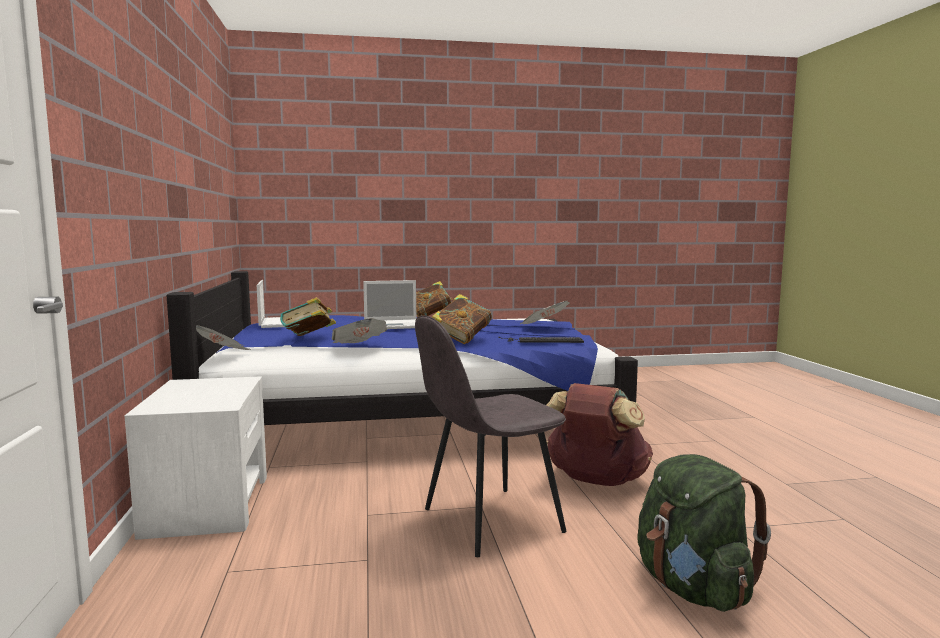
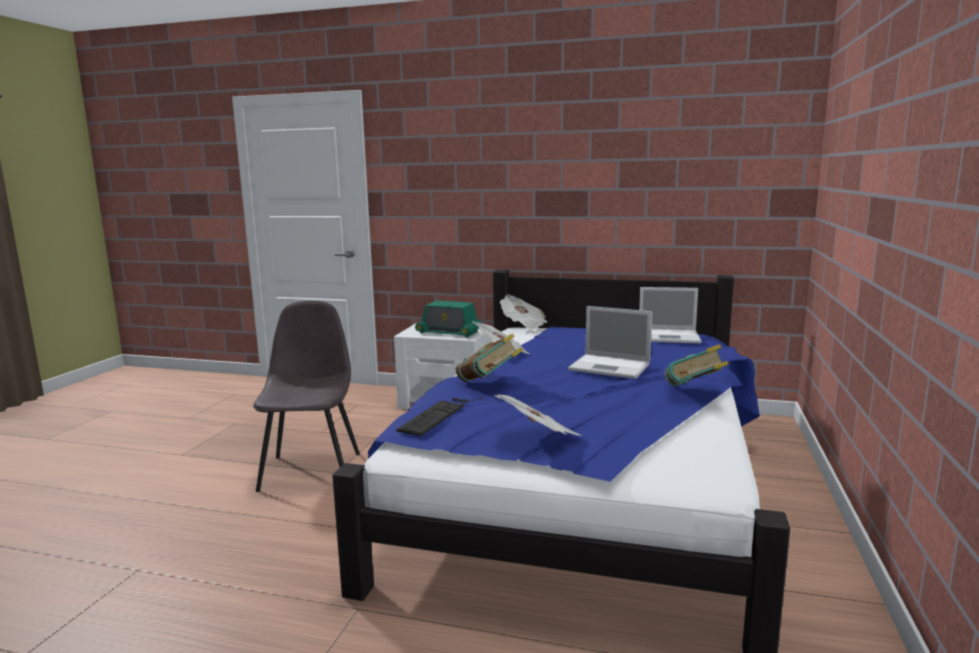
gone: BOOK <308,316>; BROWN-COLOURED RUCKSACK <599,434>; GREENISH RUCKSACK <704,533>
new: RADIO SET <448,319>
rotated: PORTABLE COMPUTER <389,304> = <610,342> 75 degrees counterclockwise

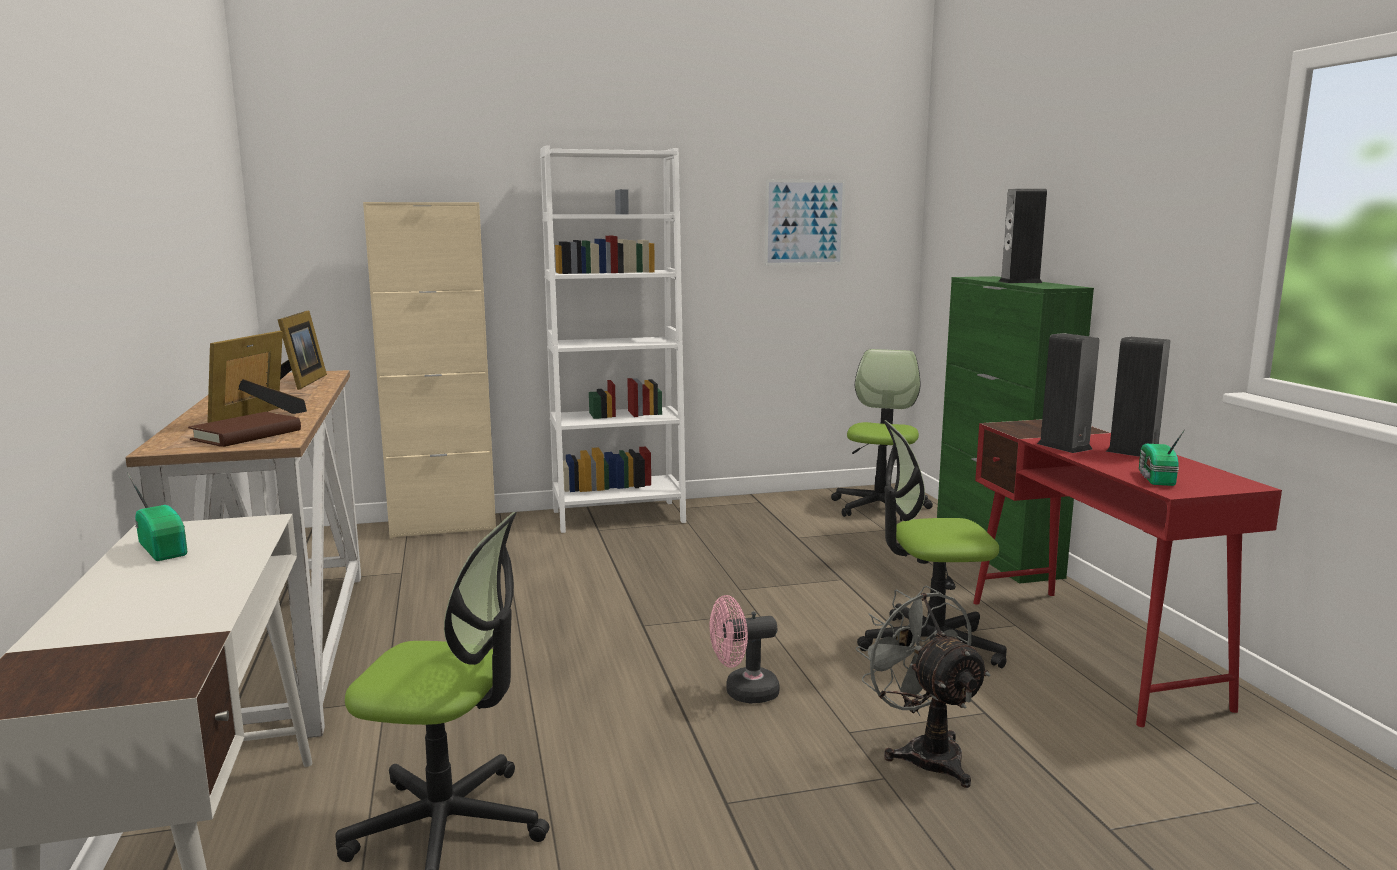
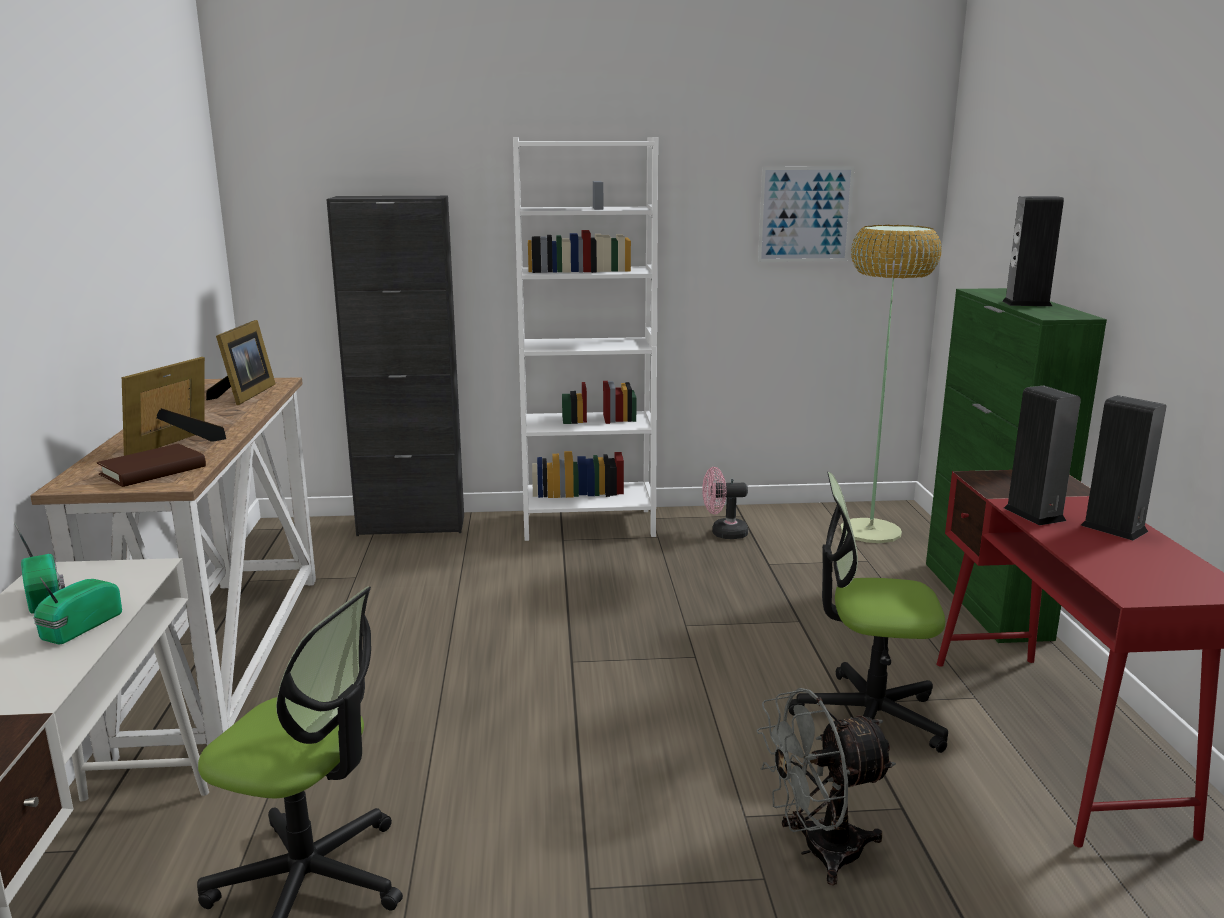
shifted: PINK-COLOURED COOLING FAN <745,649> to <725,503>; RADIO SET <1162,457> to <77,610>
swapped: DESK CHAIR <882,435> to STANDING LAMP <891,384>
repainted: BEIGE STORAGE CABINET <429,370> to BLACK-COLOURED STORAGE CABINET <395,366>
rotated: GREYISH COOLING FAN <923,686> = <826,786> 90 degrees counterclockwise

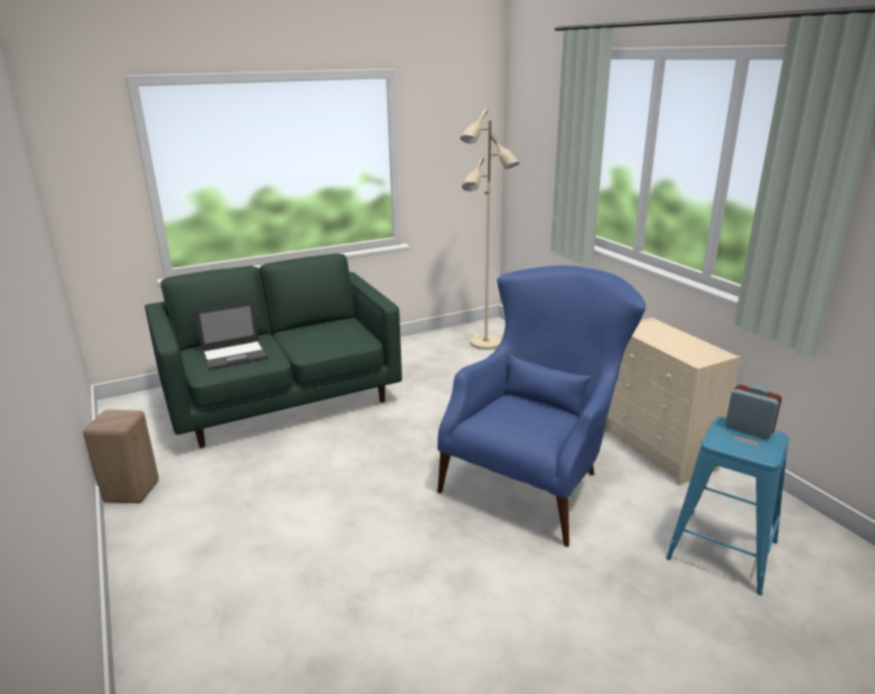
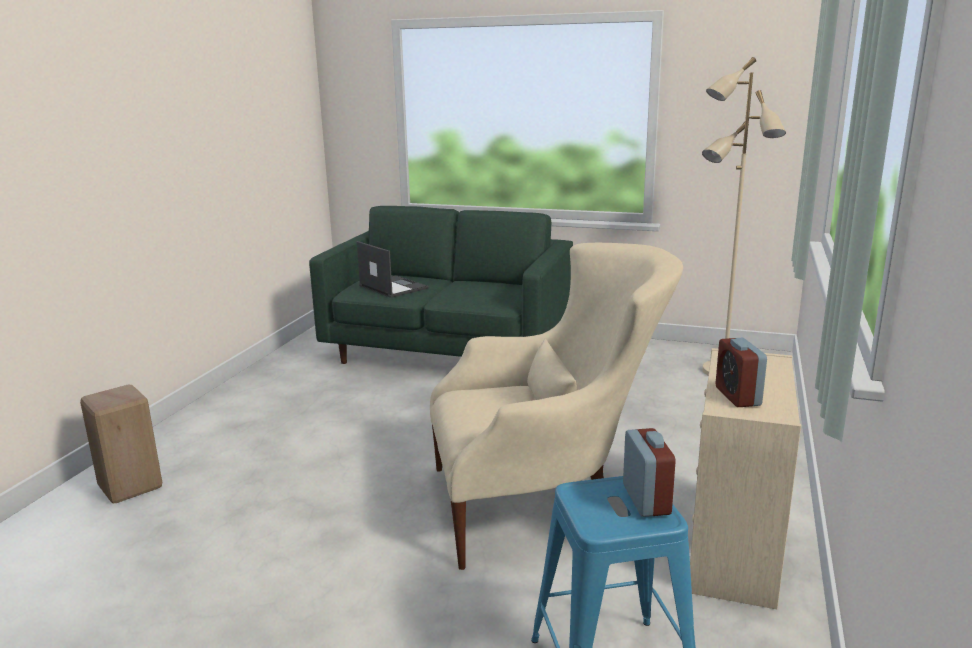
new: ALARM CLOCK <741,372>
shifted: BEIGE STOOL SEAT <121,456> to <121,443>
repainted: BLUE-COLOURED EASY CHAIR <541,406> to BEIGE EASY CHAIR <556,406>
rotated: PORTABLE COMPUTER <231,335> = <393,269> 150 degrees counterclockwise

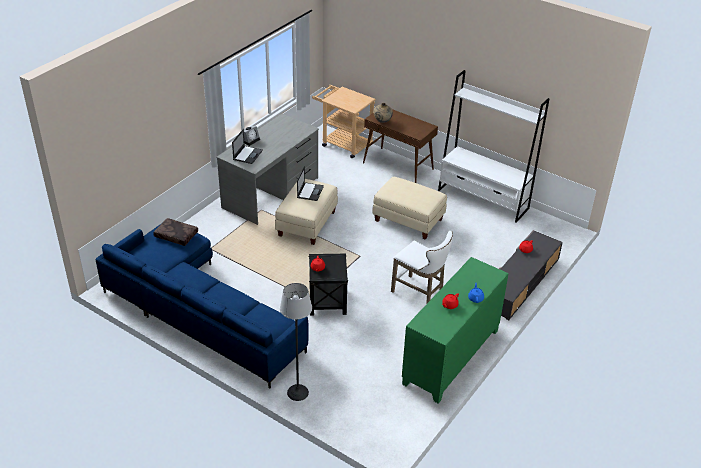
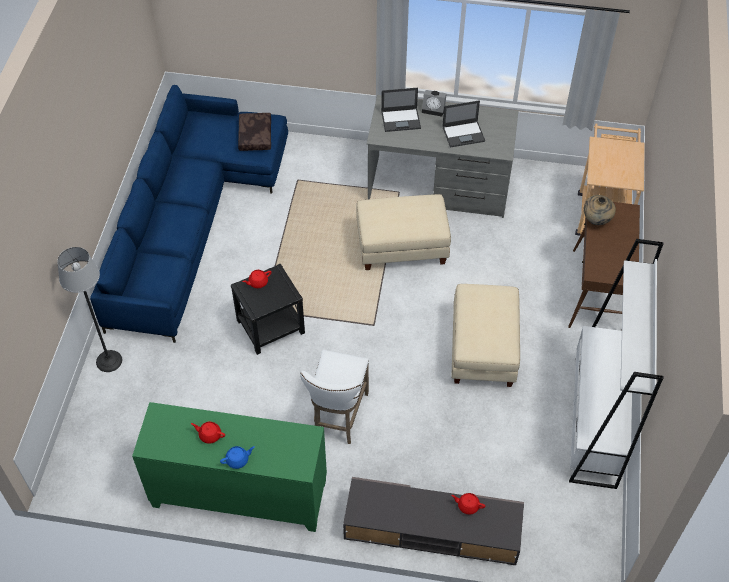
shifted: PORTABLE COMPUTER <310,183> to <463,124>

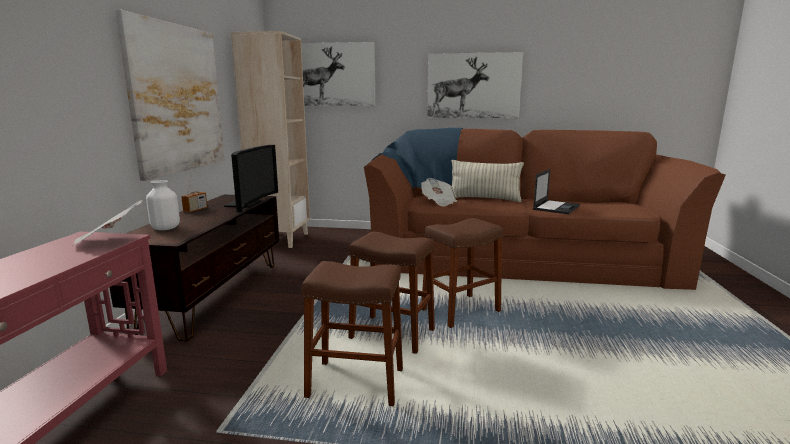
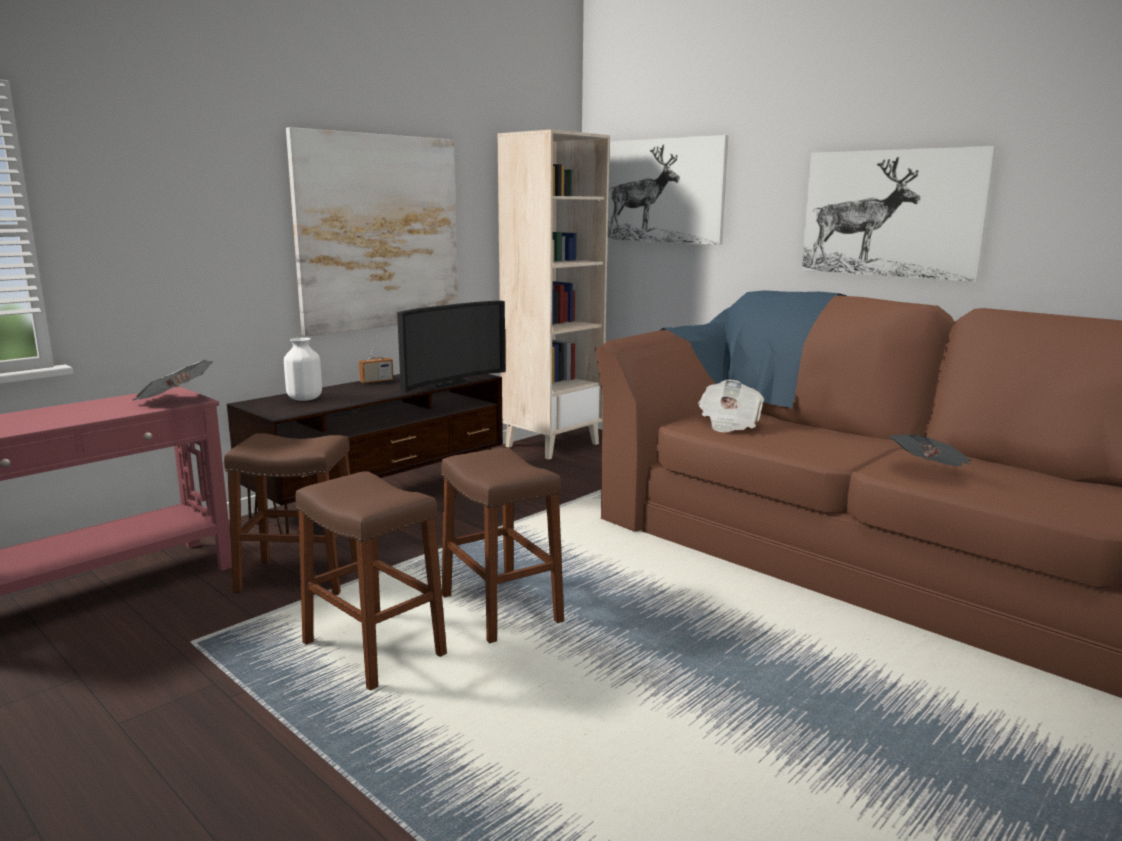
gone: CUSHION <488,181>
shifted: BROWN-COLOURED STOOL SEAT <462,273> to <290,514>
swapped: PORTABLE COMPUTER <556,191> to NEWSPAPER <929,450>

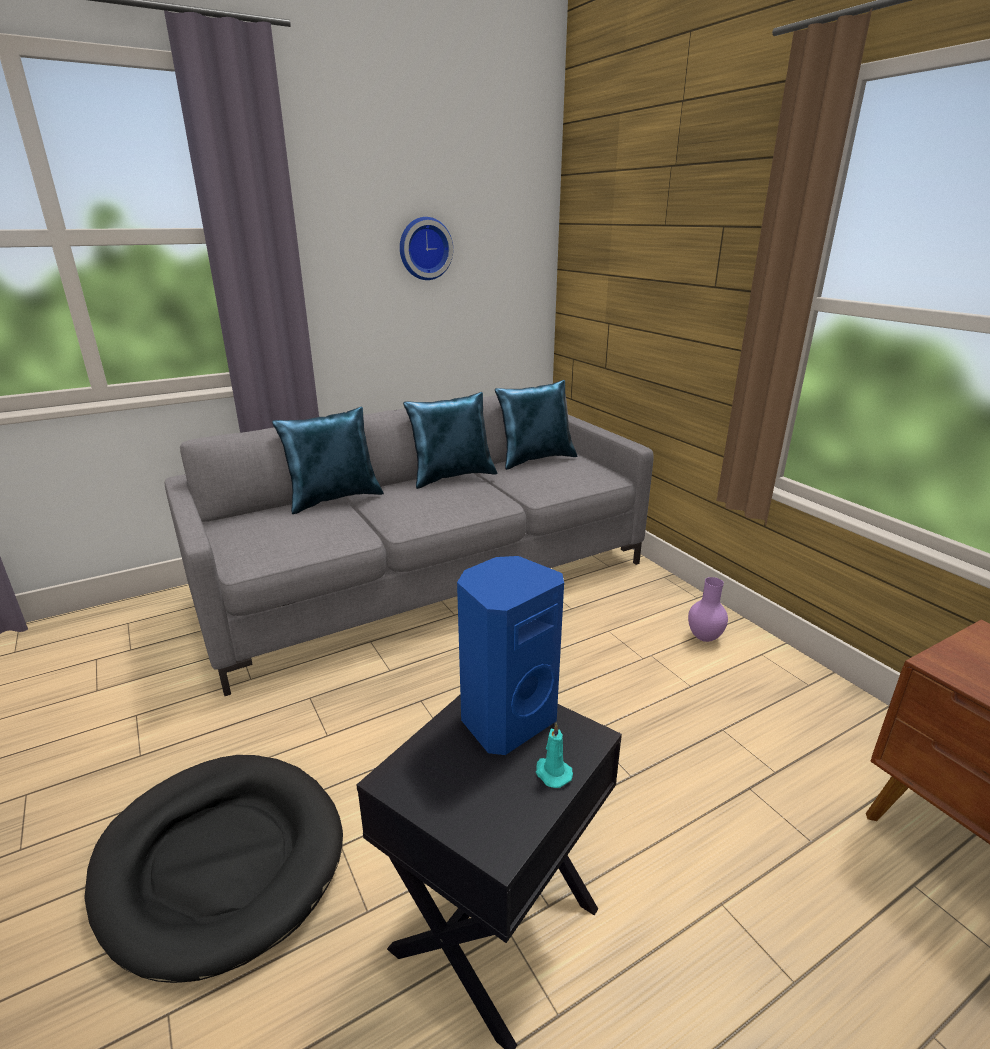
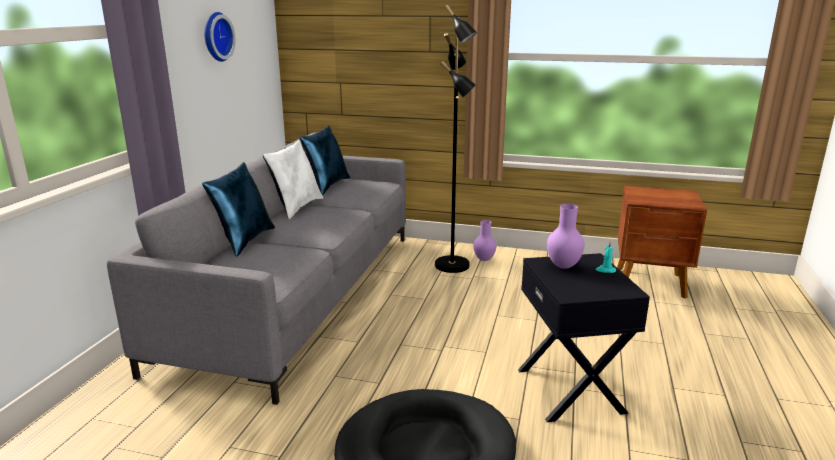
new: BLACK-COLOURED STANDING LAMP <456,139>
swapped: BLUE-COLOURED SPEAKER <510,655> to PURPLE-COLOURED DECORATIVE VASE <566,236>
repainted: BLUE-COLOURED CUSHION <450,440> to WHITISH CUSHION <293,179>

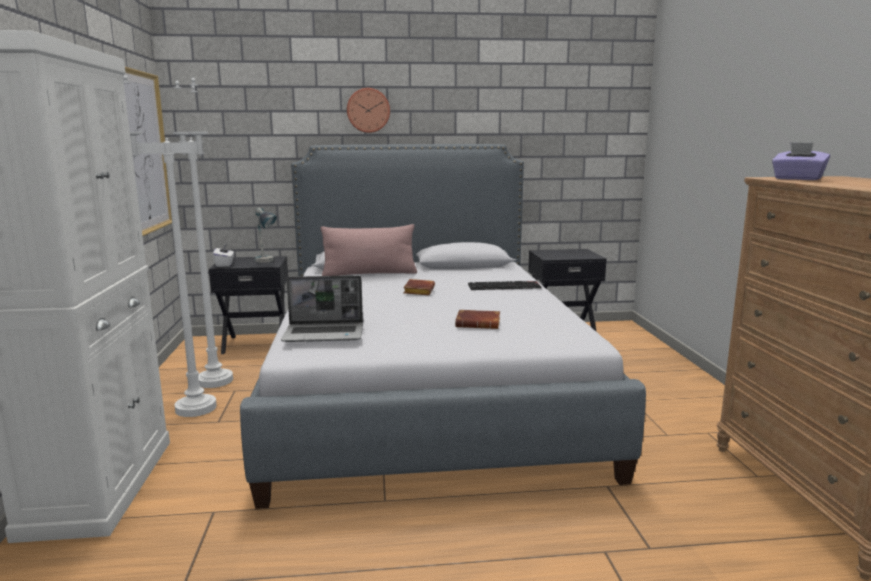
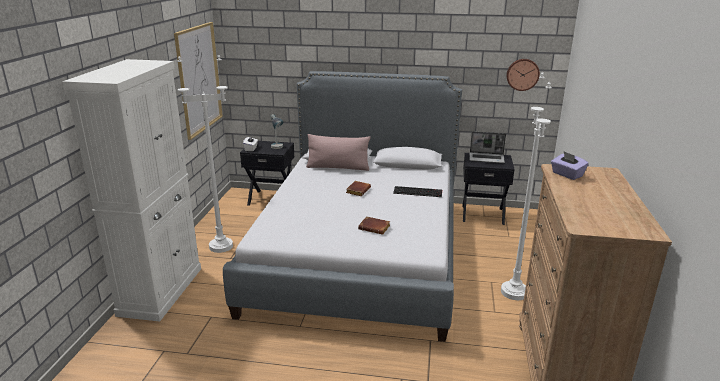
shifted: WHITISH STANDING LAMP <203,234> to <526,186>; PORTABLE COMPUTER <322,308> to <487,147>; WALL CLOCK <368,110> to <523,75>

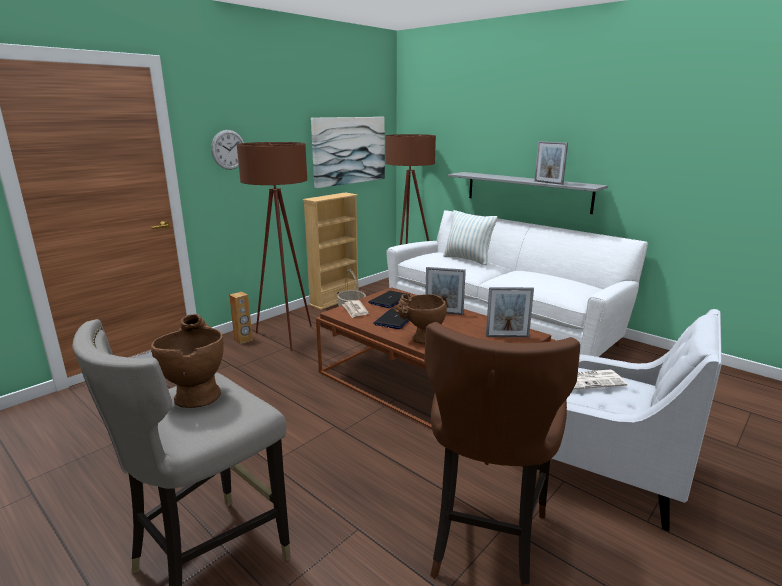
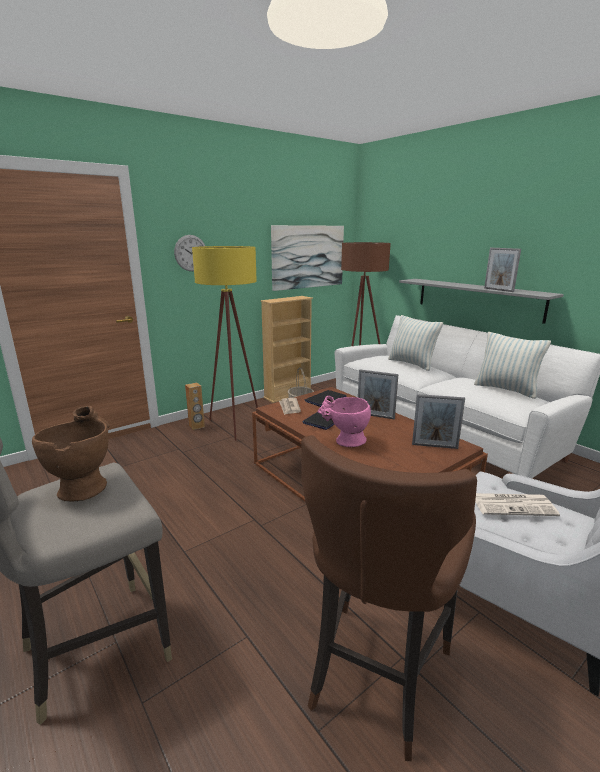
new: CUSHION <512,365>
repainted: BROWN-COLOURED STANDING LAMP <274,246> to YELLOW STANDING LAMP <225,343>; BROWN-COLOURED DECORATIVE VASE <420,319> to PINK-COLOURED DECORATIVE VASE <344,421>

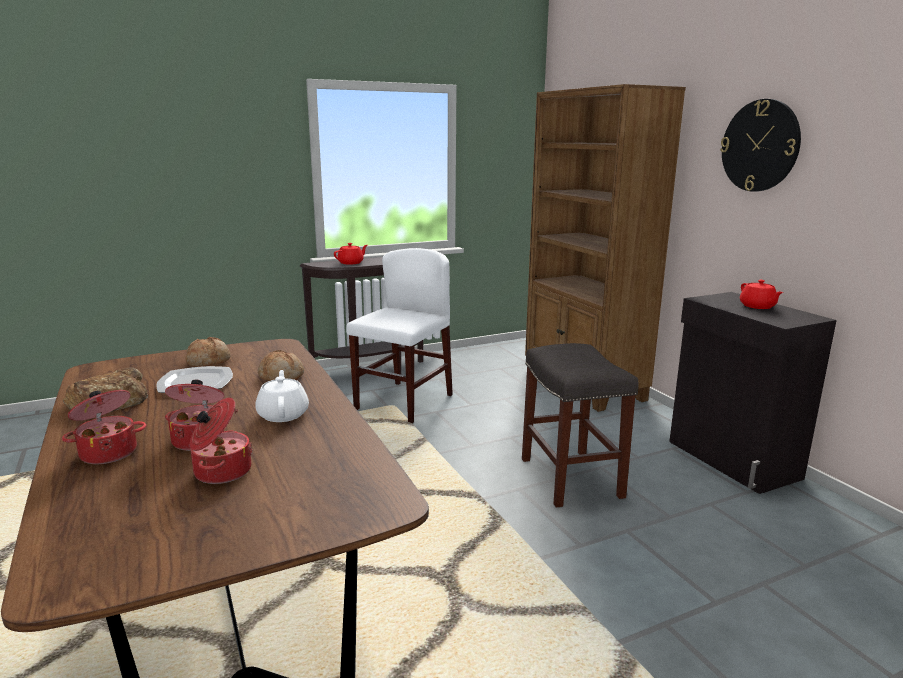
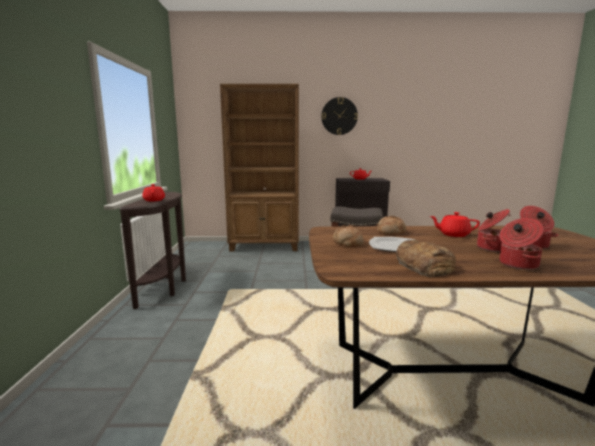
gone: WHITISH UPRIGHT CHAIR <399,335>
repainted: WHITISH TEAPOT <282,396> to REDDISH TEAPOT <455,224>

